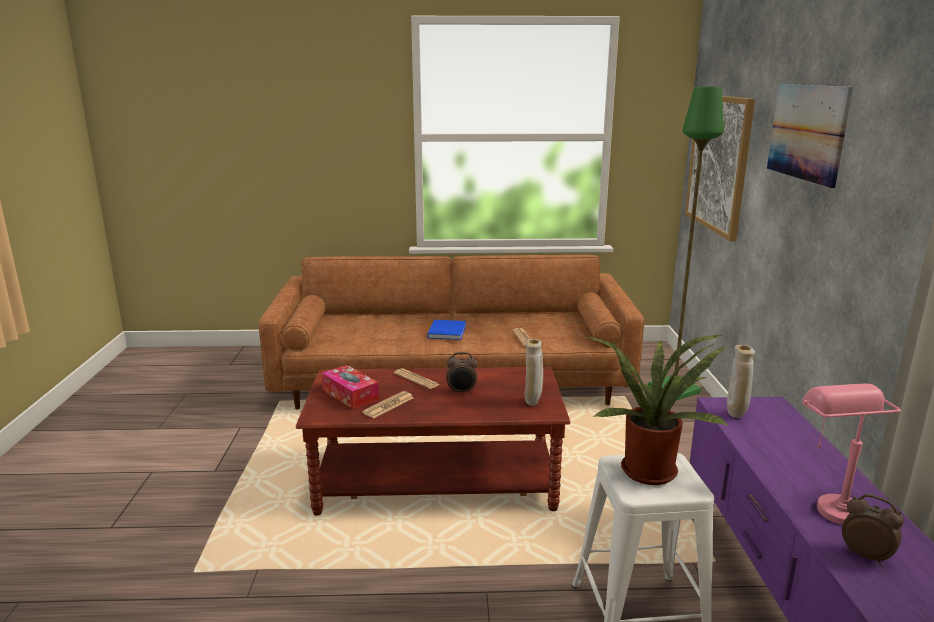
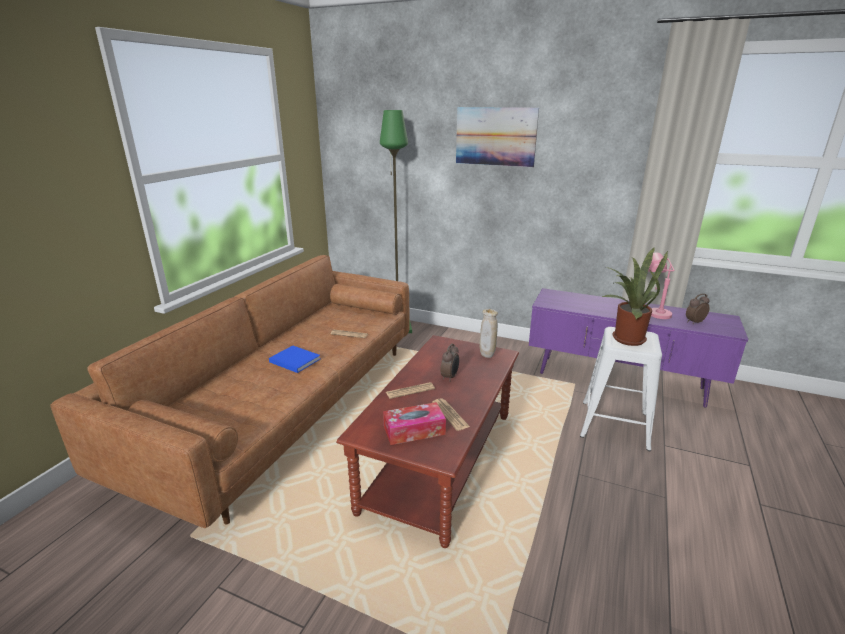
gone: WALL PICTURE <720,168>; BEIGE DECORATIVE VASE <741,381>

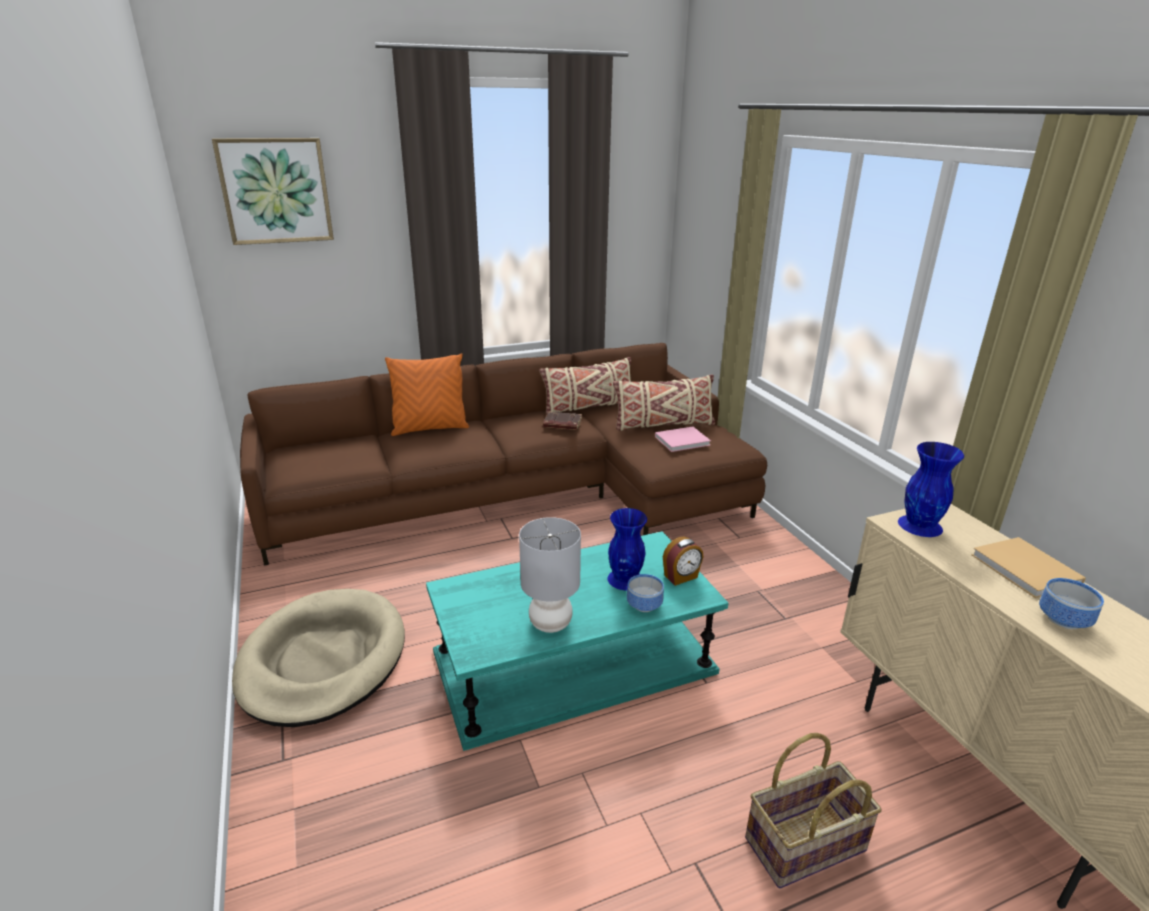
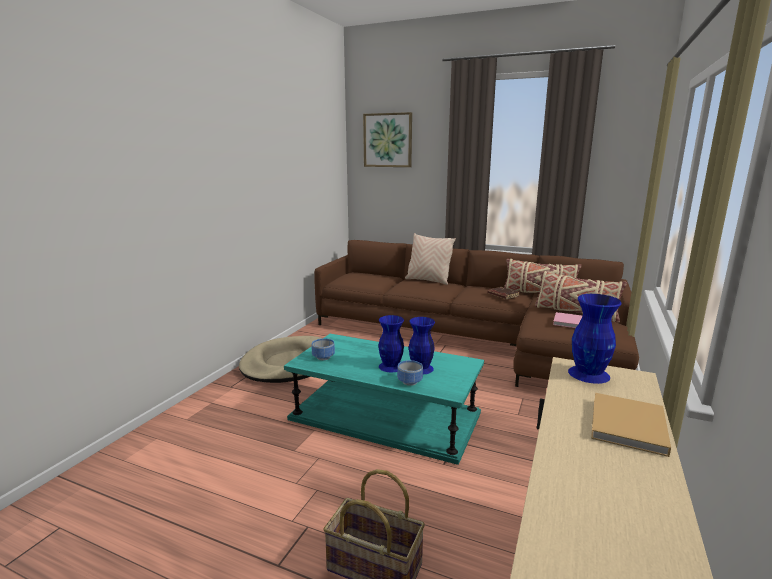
gone: GREYISH LAMP FOR A TABLE <550,575>; ALARM CLOCK <683,561>
new: BLUE-COLOURED DECORATIVE VASE <391,343>
shifted: DEEP DISH <1071,603> to <323,349>
repainted: ORANGE CUSHION <427,394> to BEIGE CUSHION <430,259>

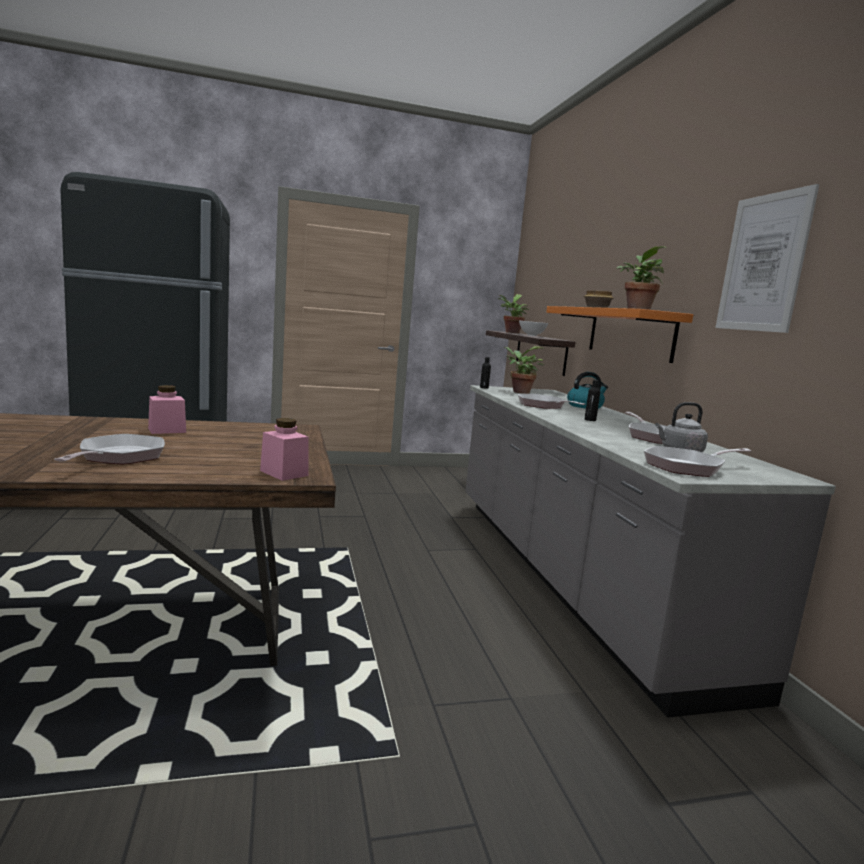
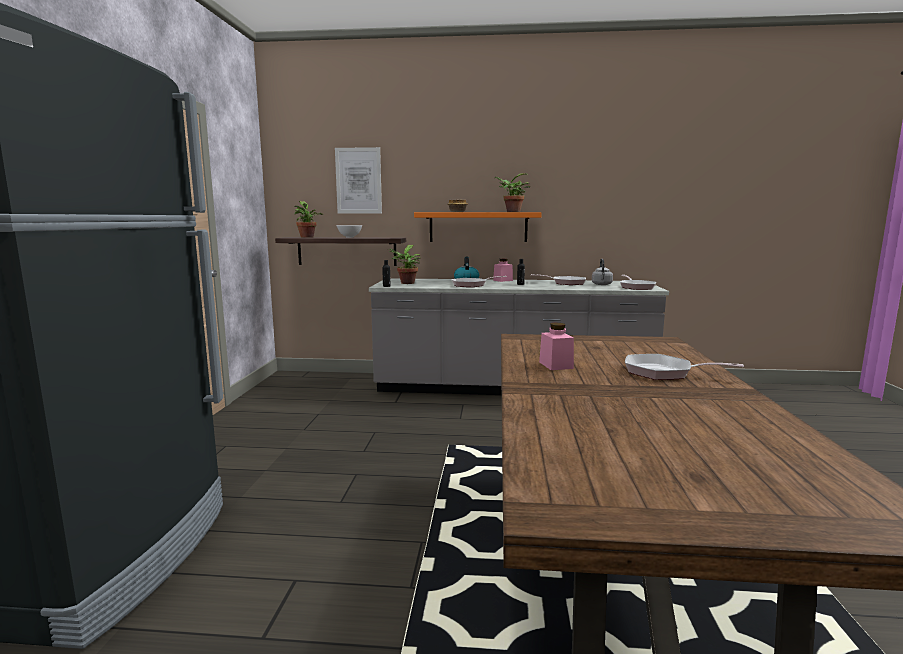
shifted: PINK-COLOURED PRESERVE JAR <284,449> to <503,270>; WALL PICTURE <767,258> to <358,180>

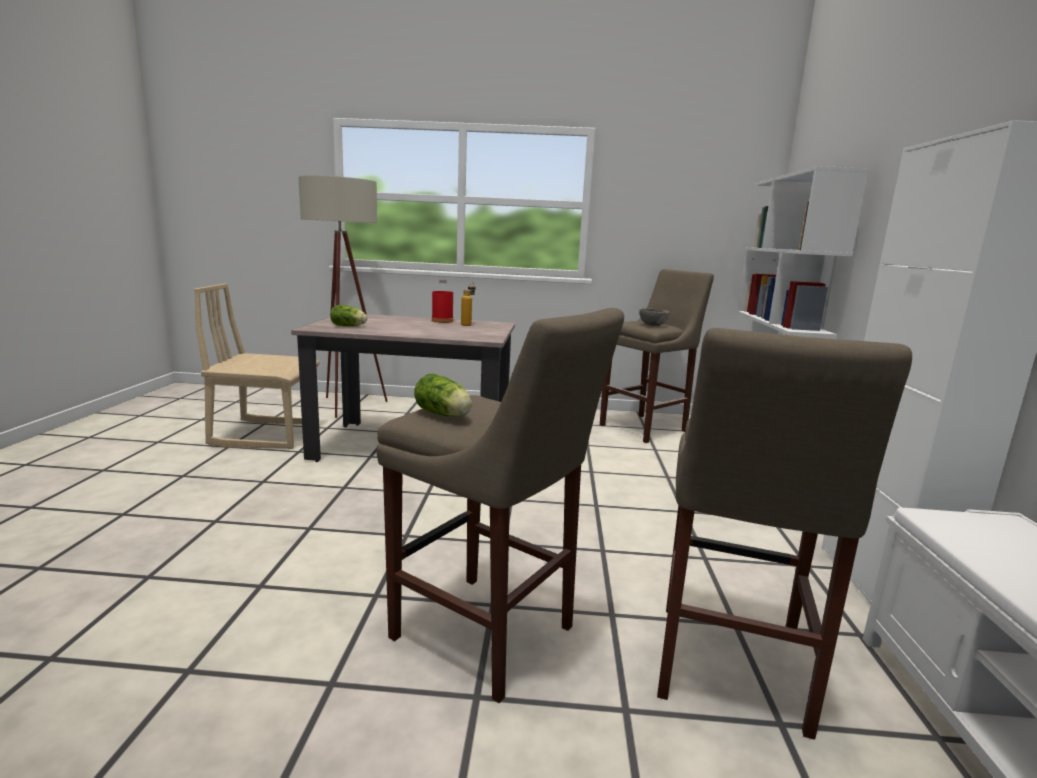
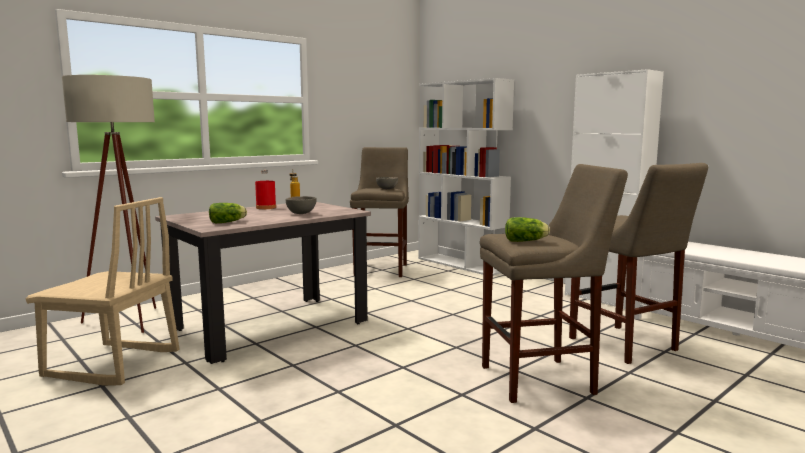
new: GREYISH DEEP DISH <301,205>
rotated: BEIGE UPRIGHT CHAIR <257,366> = <102,291> 120 degrees counterclockwise

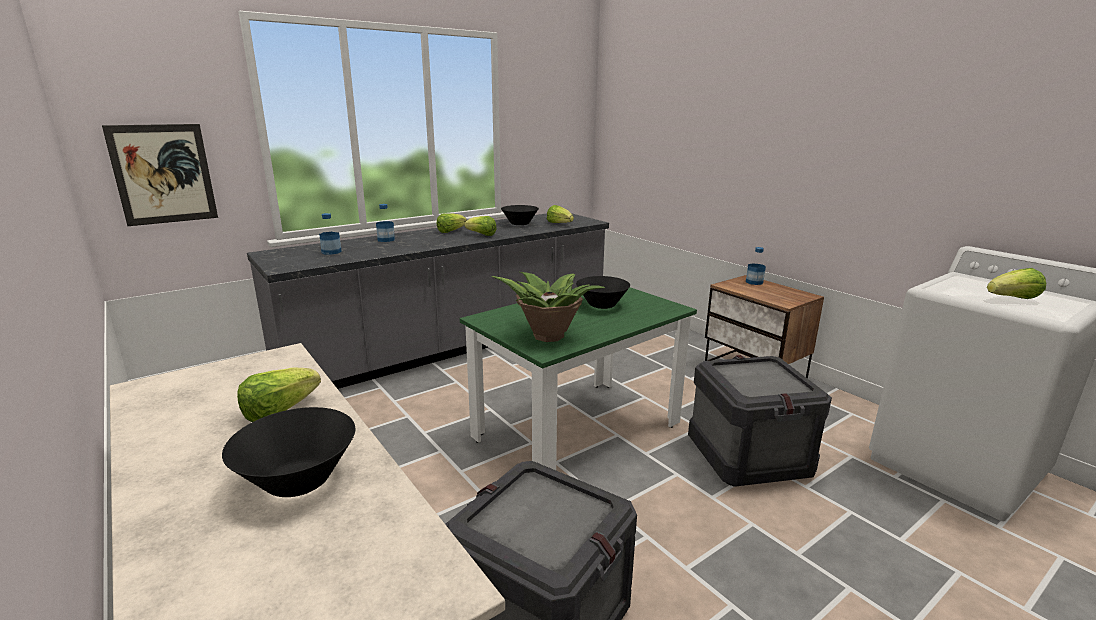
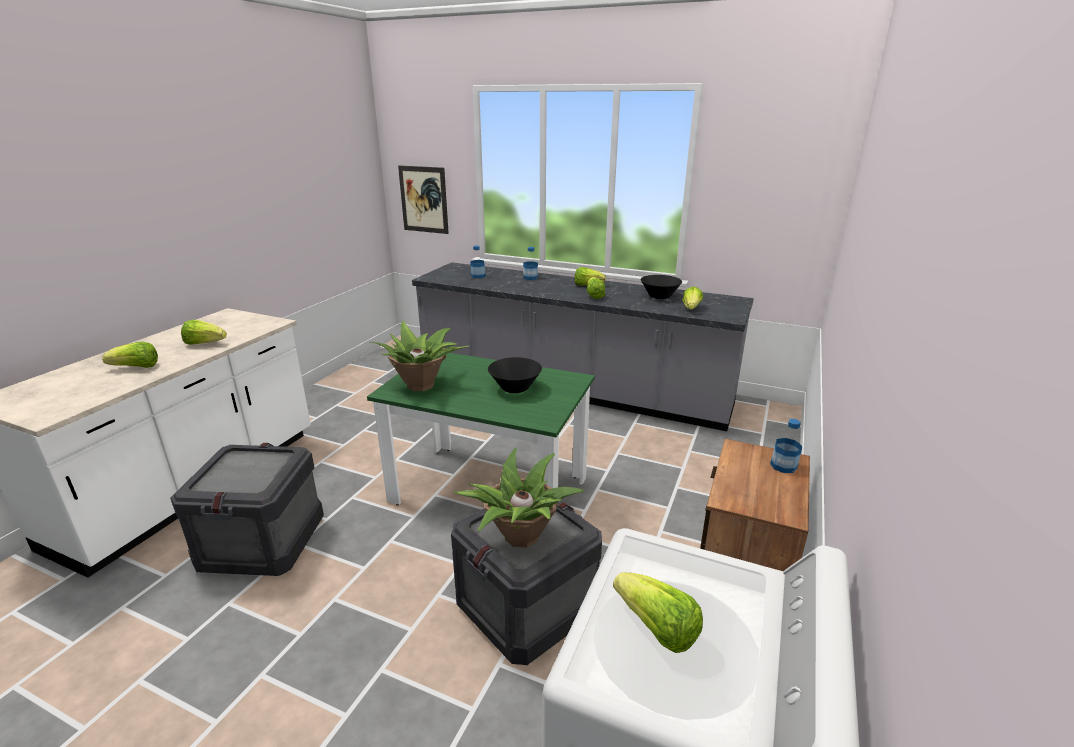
new: POTTED PLANT <518,497>
swapped: BLACK-COLOURED DEEP DISH <288,452> to HEAD OF LETTUCE <130,355>

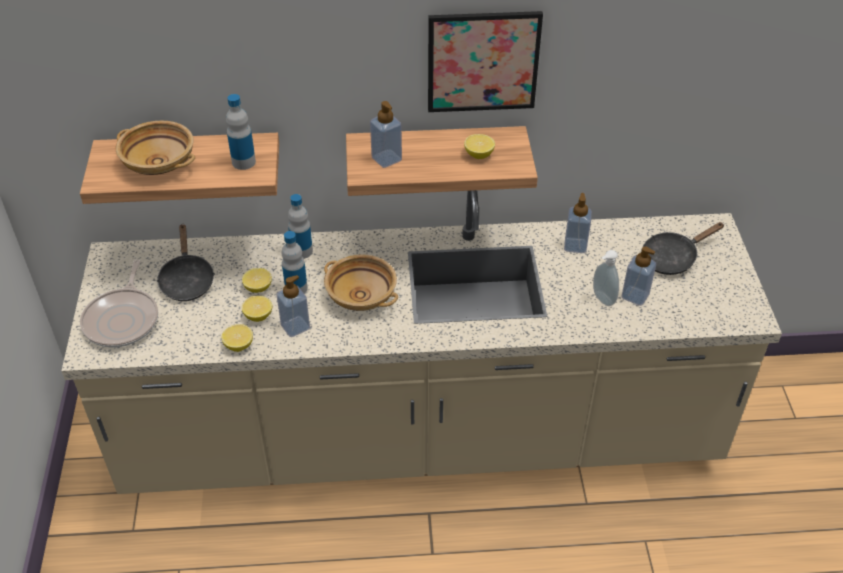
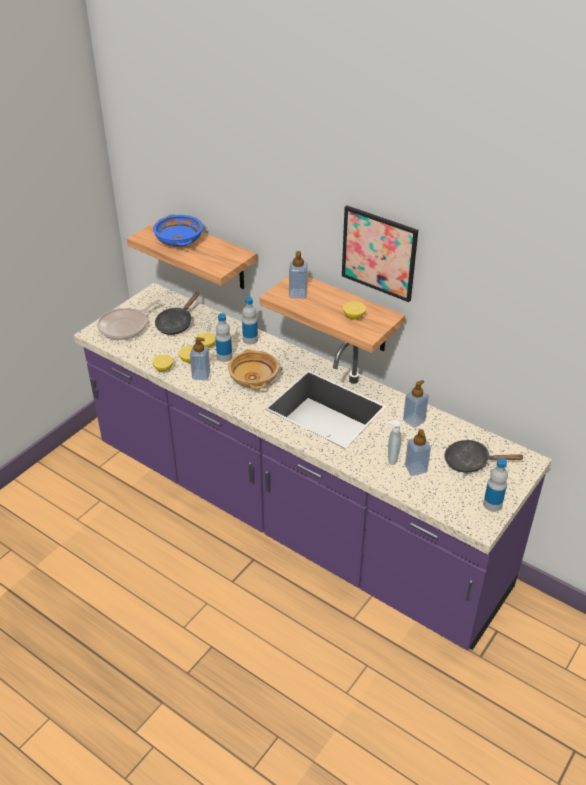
shifted: DRINK BOTTLE <241,132> to <495,485>
repainted: BEIGE KITCHEN BASE UNIT <421,342> to PURPLE-COLOURED KITCHEN BASE UNIT <313,466>; BEIGE DEEP DISH <155,148> to BLUE-COLOURED DEEP DISH <178,231>

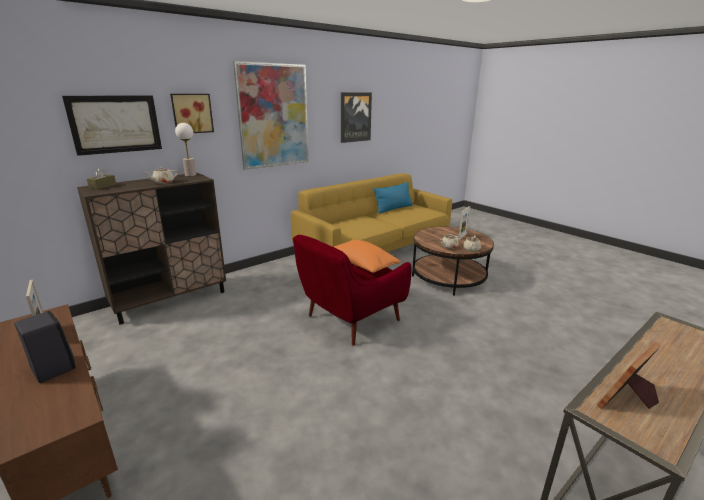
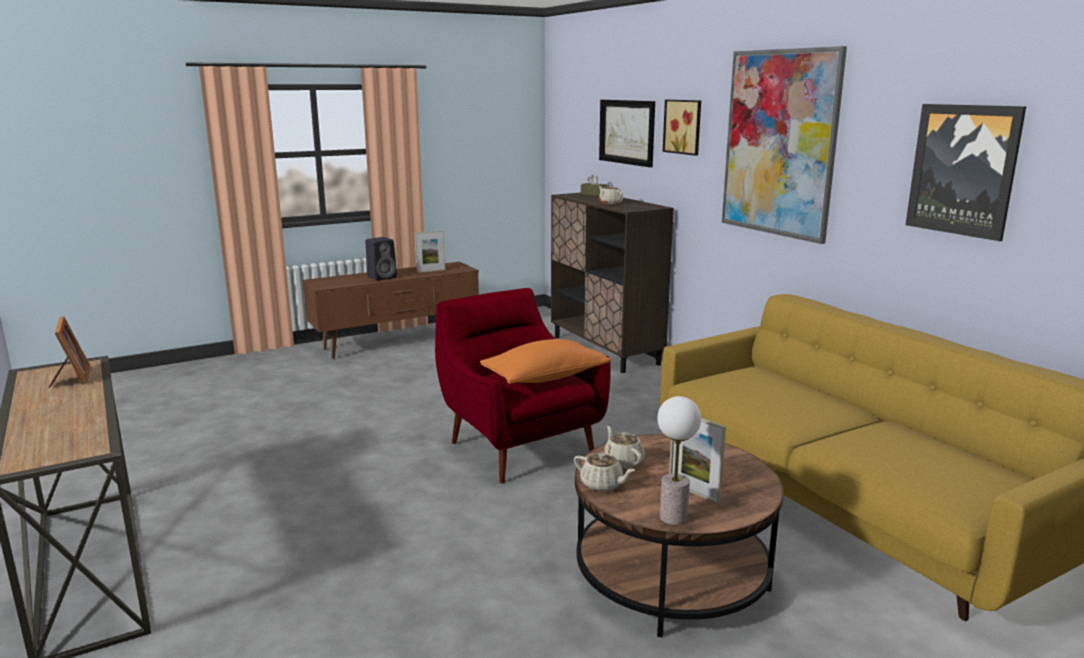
gone: BLUE-COLOURED CUSHION <393,198>
shifted: LAMP FOR A TABLE <185,149> to <679,460>

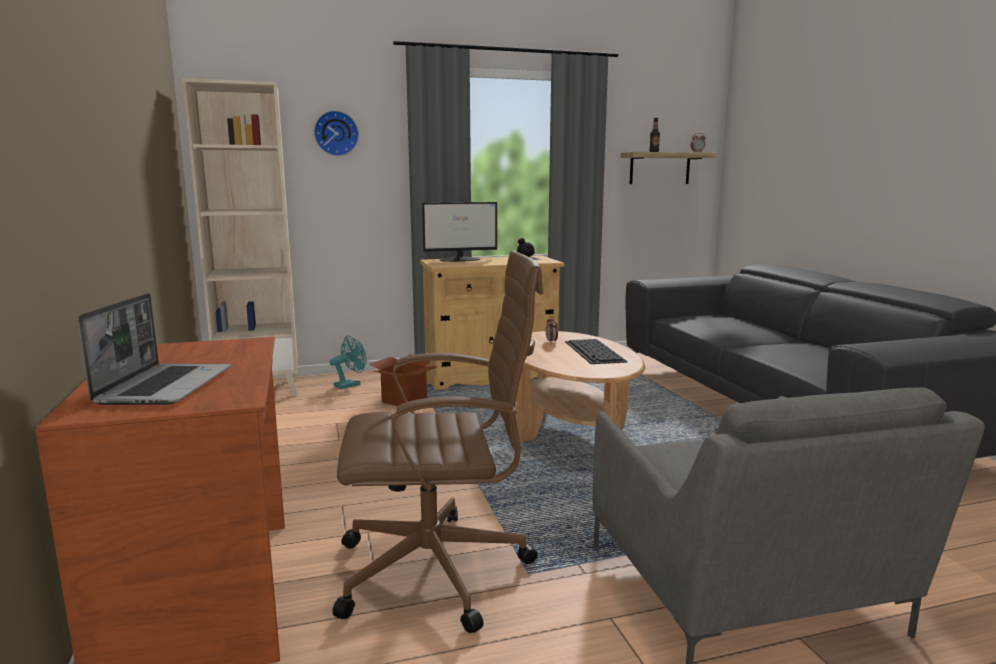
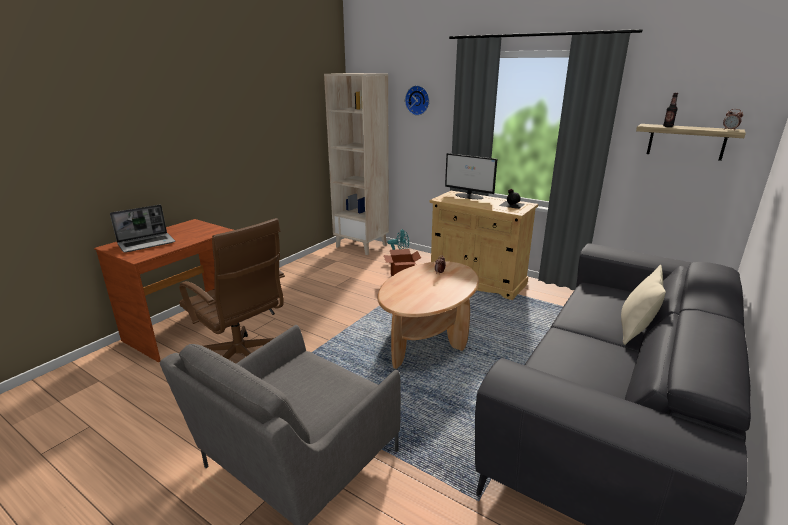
gone: PC KEYBOARD <596,351>
new: BEIGE CUSHION <643,305>

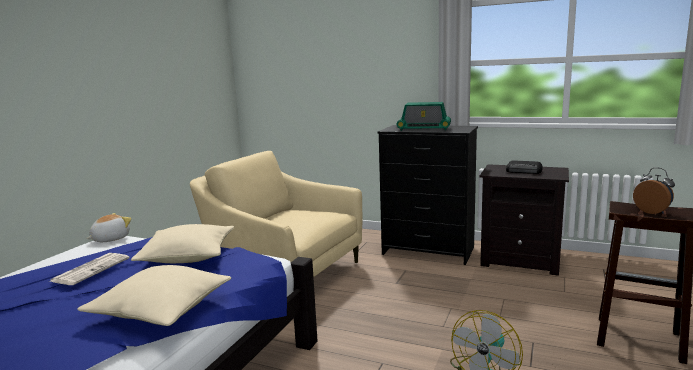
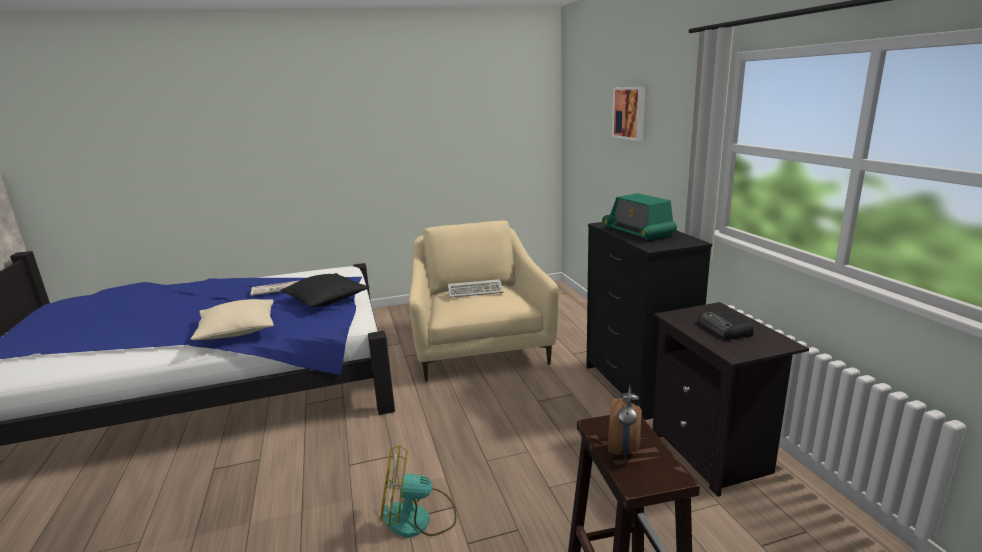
gone: CUDDLY TOY <109,227>
new: PC KEYBOARD <476,288>; WALL PICTURE <628,114>
repainted: BEIGE CUSHION <182,243> to BLACK-COLOURED CUSHION <324,290>

